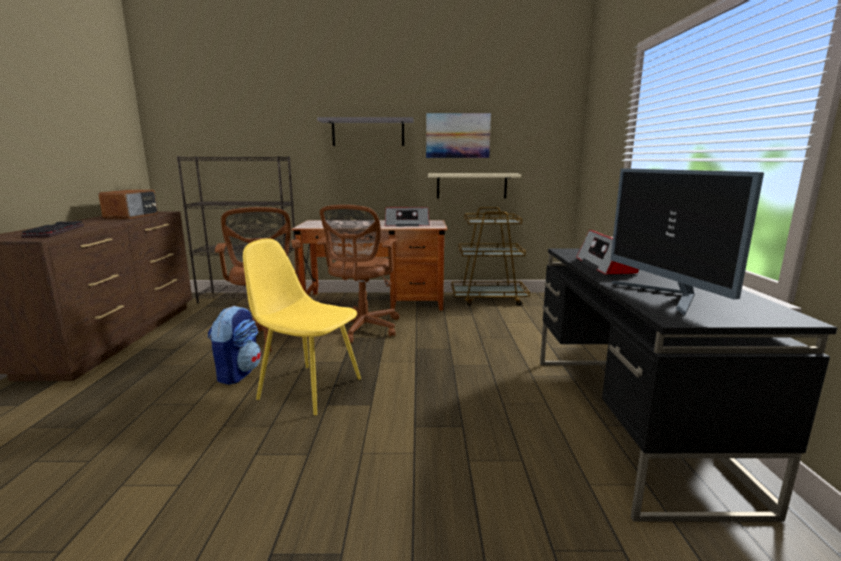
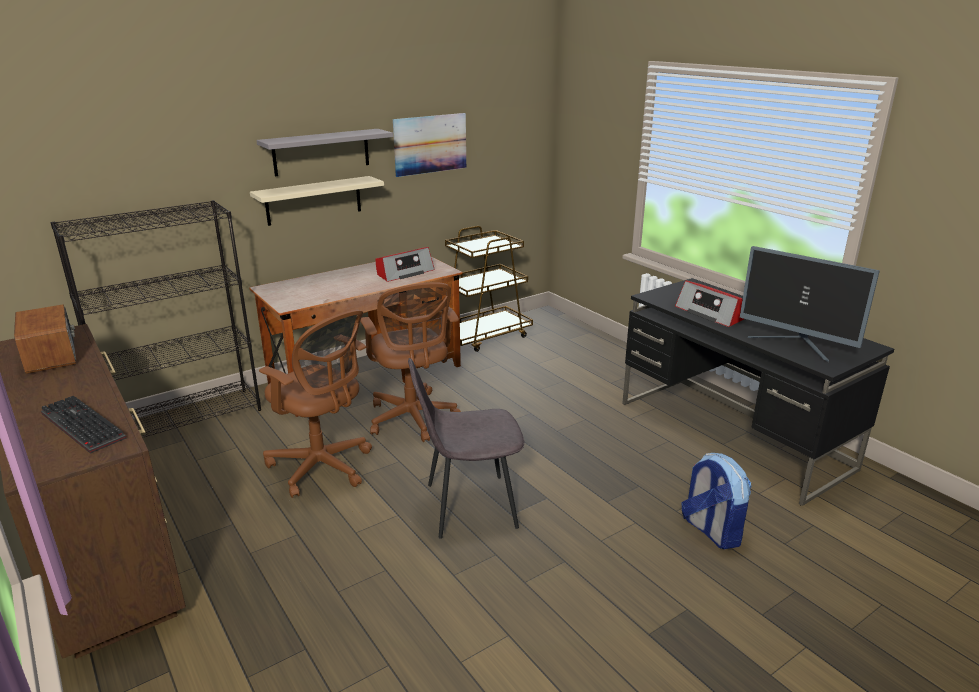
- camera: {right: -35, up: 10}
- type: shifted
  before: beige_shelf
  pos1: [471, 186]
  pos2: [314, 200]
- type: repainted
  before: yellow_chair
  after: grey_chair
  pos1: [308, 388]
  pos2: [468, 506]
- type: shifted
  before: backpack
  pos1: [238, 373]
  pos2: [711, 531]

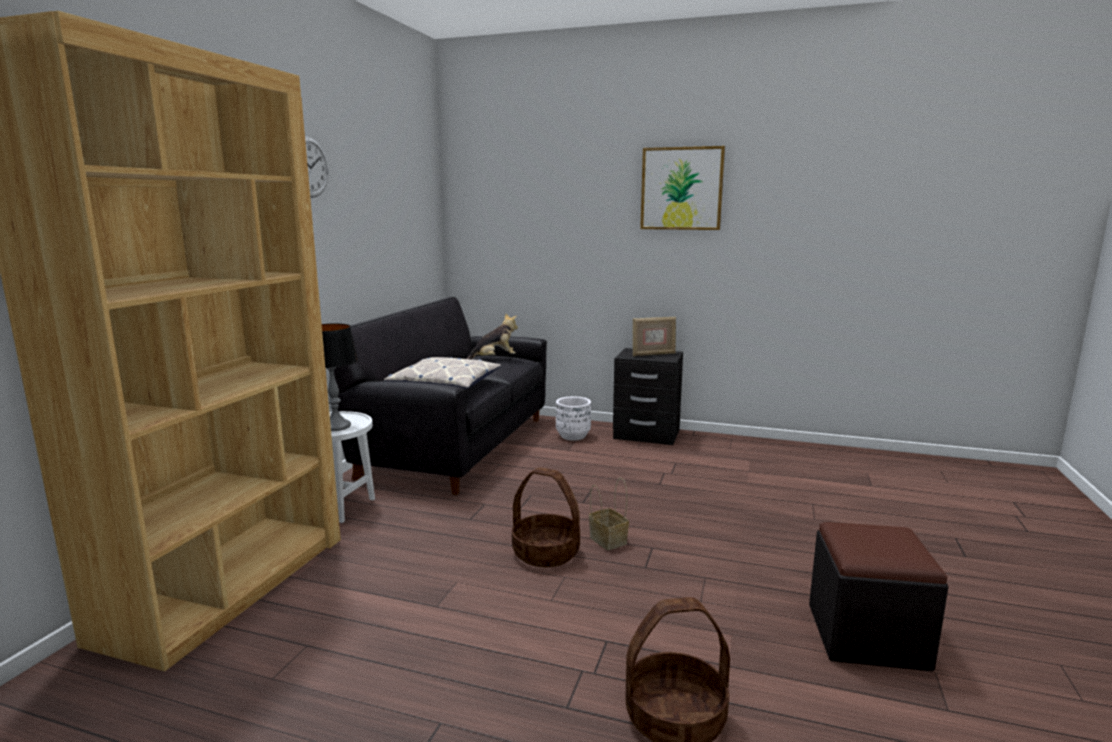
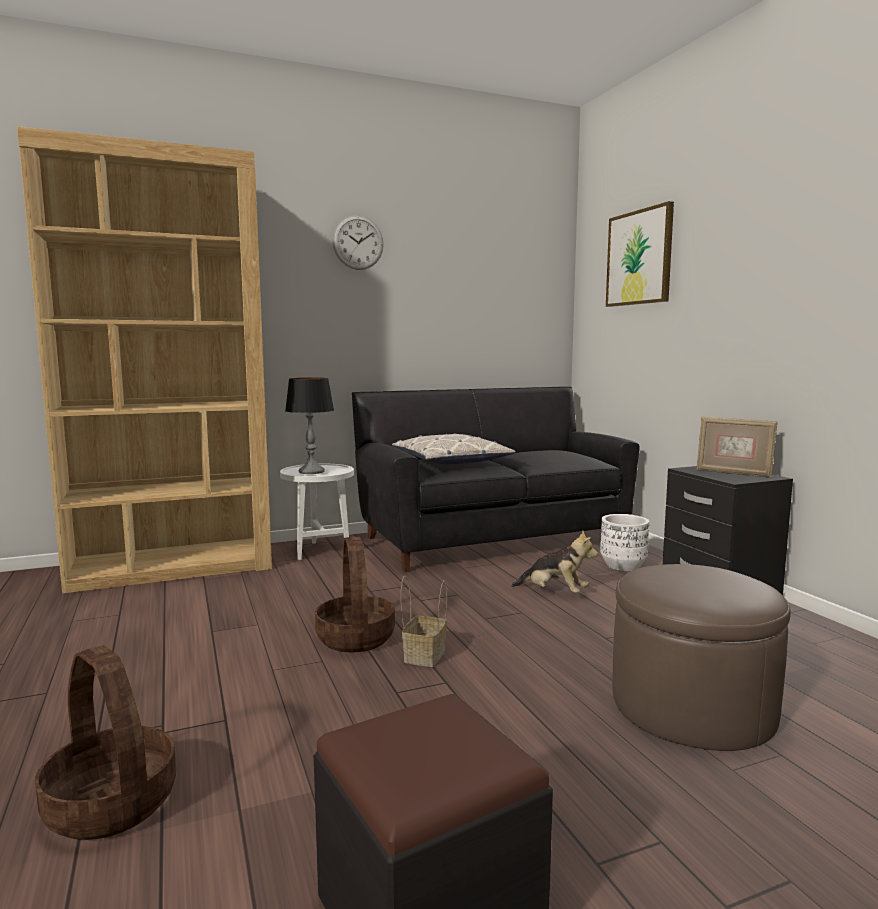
- camera: {right: 50, up: -5}
- type: shifted
  before: picture
  pos1: [681, 188]
  pos2: [639, 258]
- type: shifted
  before: plush_toy
  pos1: [494, 359]
  pos2: [554, 593]
- type: new
  after: brown_ottoman
  pos2: [692, 705]

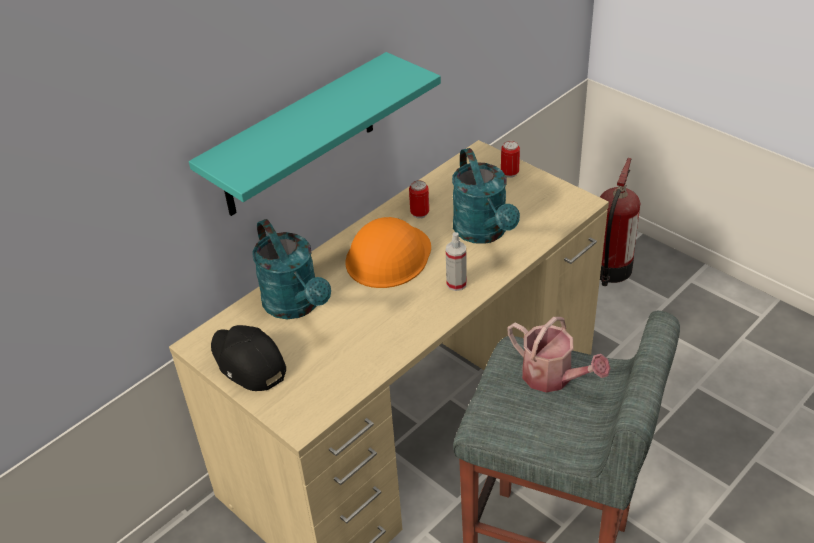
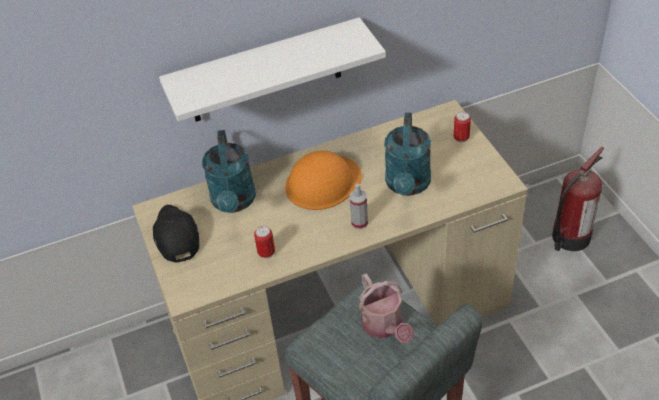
- camera: {right: 25, up: 5}
- type: repainted
  before: turquoise_shelf
  after: white_shelf
  pos1: [299, 137]
  pos2: [265, 72]
- type: shifted
  before: can
  pos1: [419, 214]
  pos2: [266, 253]

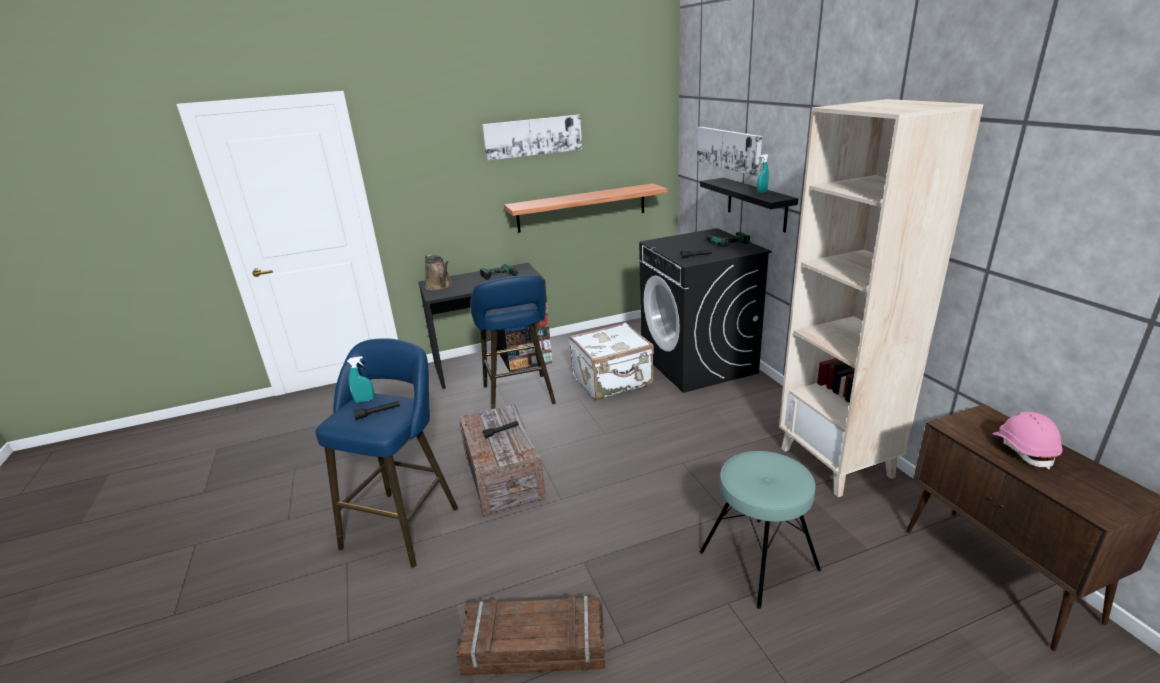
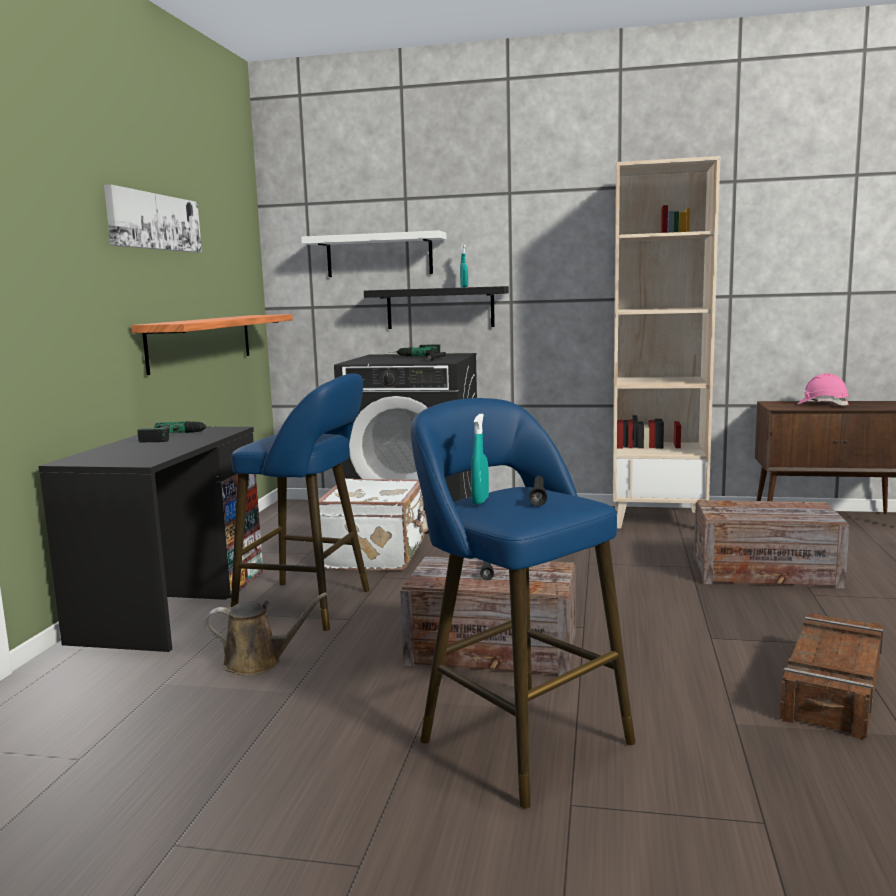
- camera: {right: -60, up: -15}
- type: swapped
  before: picture
  after: white_shelf
  pos1: [728, 149]
  pos2: [379, 255]
- type: shifted
  before: brown_watering_can
  pos1: [440, 286]
  pos2: [258, 662]
- type: swapped
  before: turquoise_stool
  after: crate
  pos1: [758, 561]
  pos2: [765, 572]

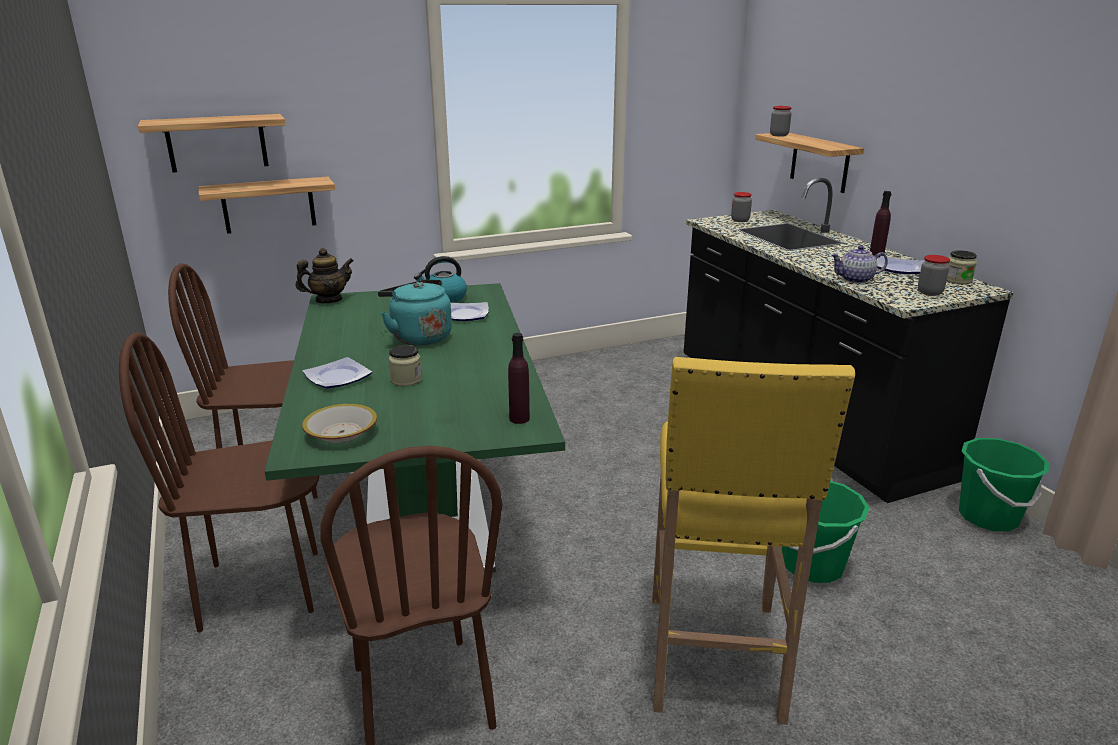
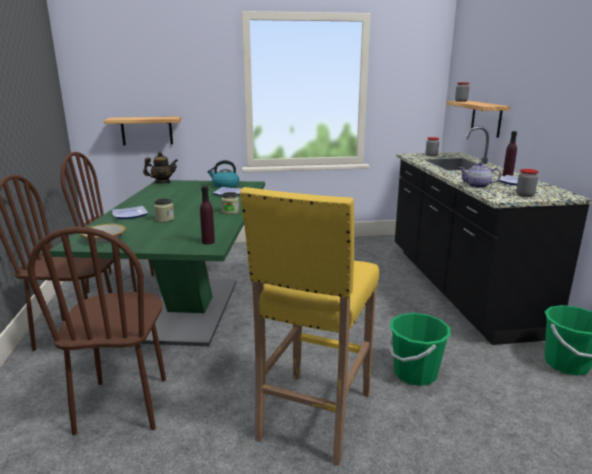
- camera: {right: 15, up: -5}
- type: gone
  before: shelf
  pos1: [217, 143]
- type: shifted
  before: jar
  pos1: [957, 280]
  pos2: [230, 212]
- type: gone
  before: turquoise_kettle
  pos1: [419, 337]

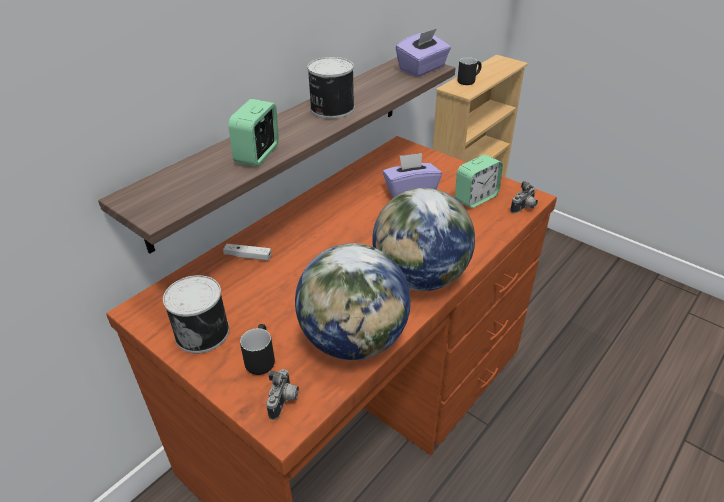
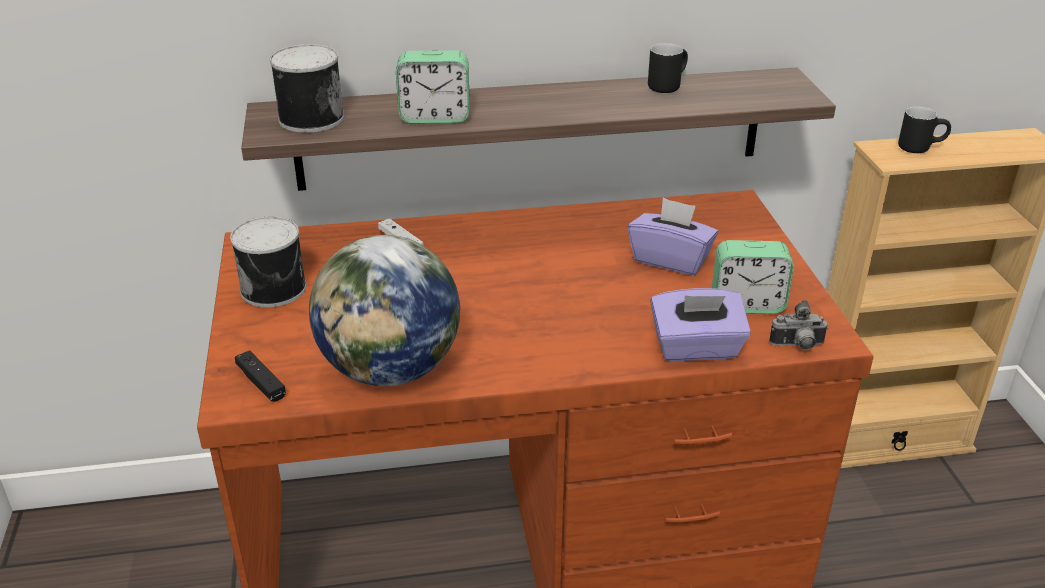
- camera: {right: 40, up: -5}
- type: shifted
  before: purple_tissue_box
  pos1: [422, 69]
  pos2: [696, 348]
- type: shifted
  before: can
  pos1: [331, 109]
  pos2: [310, 118]
- type: rotated
  before: alarm_clock
  pos1: [258, 155]
  pos2: [435, 117]
  turn: -150
- type: gone
  before: globe
  pos1: [420, 278]
- type: shifted
  before: black_mug
  pos1: [259, 359]
  pos2: [666, 85]
- type: swapped
  before: photo_camera
  after: black_game_controller
  pos1: [284, 401]
  pos2: [261, 382]

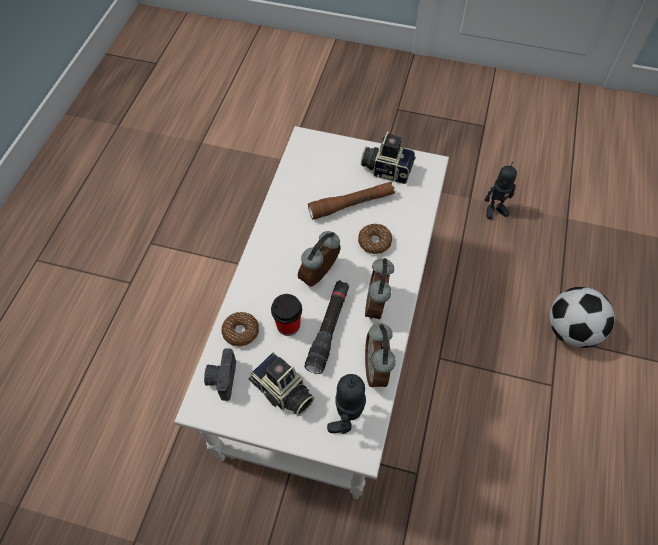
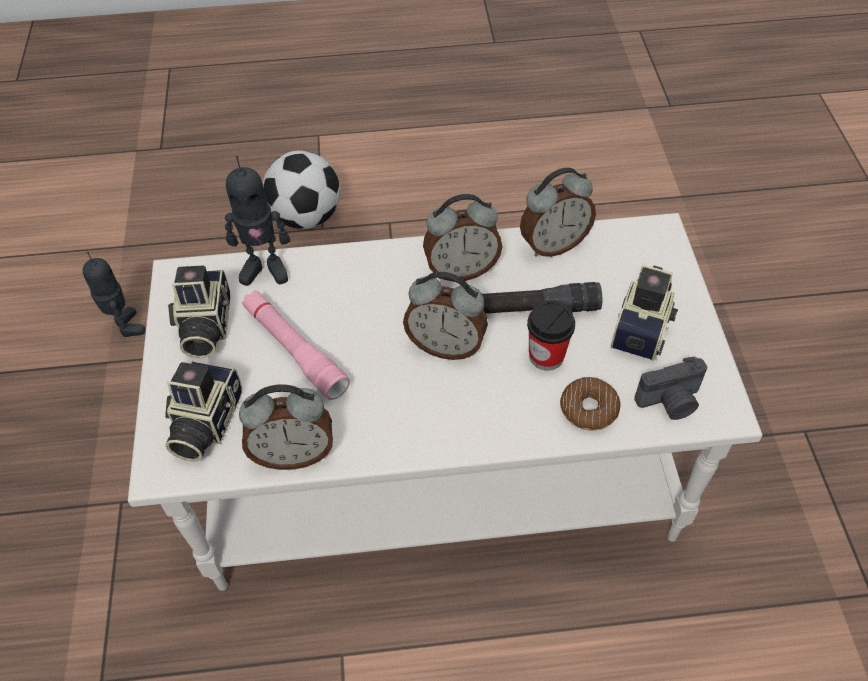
- camera: {right: -110, up: -5}
- type: repainted
  before: brown_flashlight
  after: pink_flashlight
  pos1: [351, 204]
  pos2: [295, 350]
- type: gone
  before: donut
  pos1: [374, 242]
- type: shifted
  before: toy_robot
  pos1: [346, 419]
  pos2: [265, 269]
- type: new
  after: photo_camera
  pos2: [204, 423]
- type: new
  after: alarm_clock
  pos2: [294, 453]

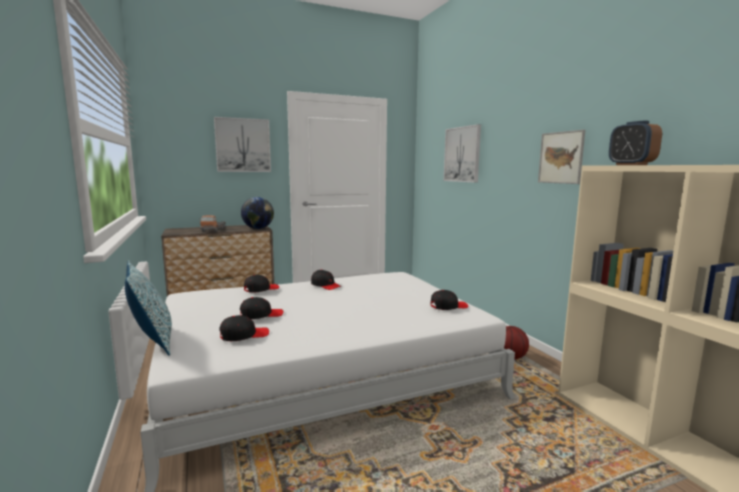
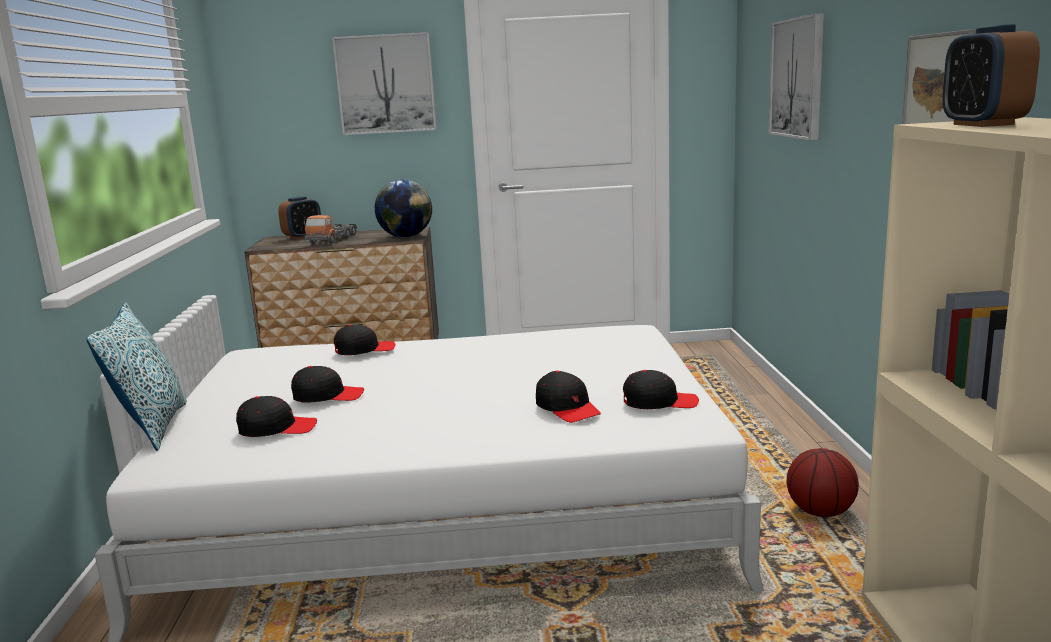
- camera: {right: 20, up: 5}
- type: shifted
  before: black_cap
  pos1: [325, 285]
  pos2: [567, 408]
- type: new
  after: alarm_clock
  pos2: [303, 236]

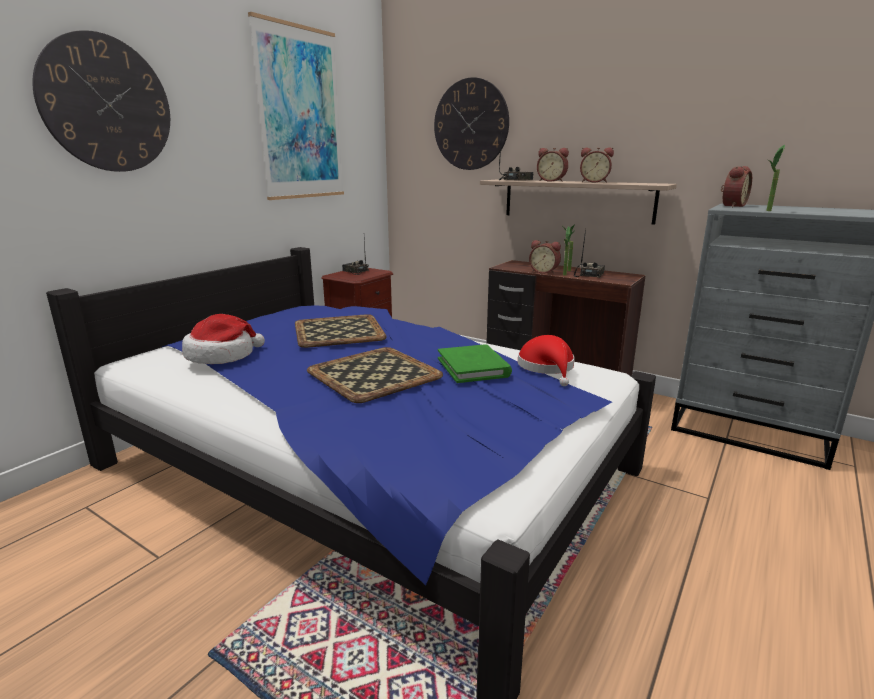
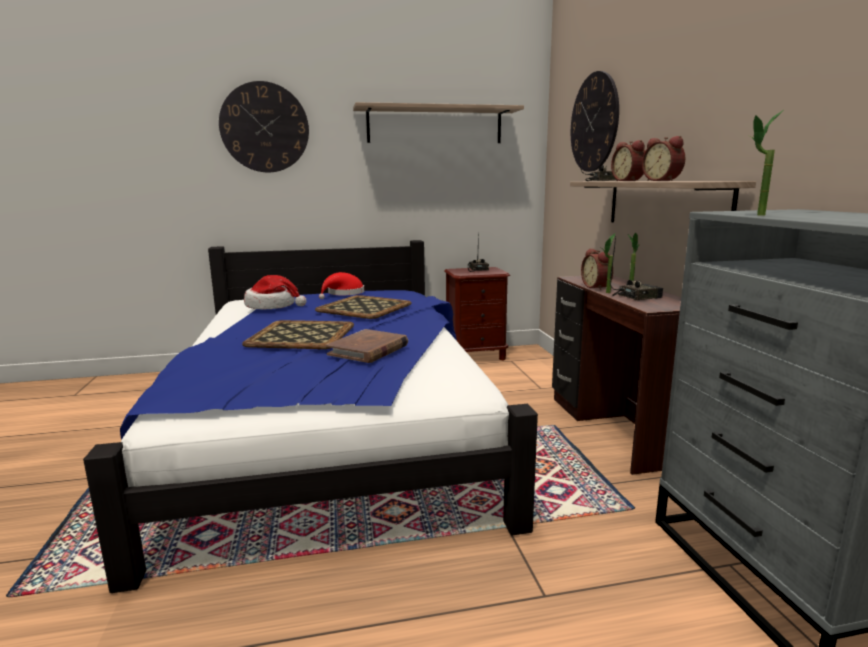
- camera: {right: 45, up: -5}
- type: swapped
  before: picture
  after: shelf
  pos1: [300, 114]
  pos2: [435, 125]
- type: gone
  before: alarm_clock
  pos1: [731, 206]
- type: shifted
  before: red_hat
  pos1: [547, 367]
  pos2: [343, 294]
- type: repainted
  before: green_book
  after: brown_book
  pos1: [473, 367]
  pos2: [368, 350]

